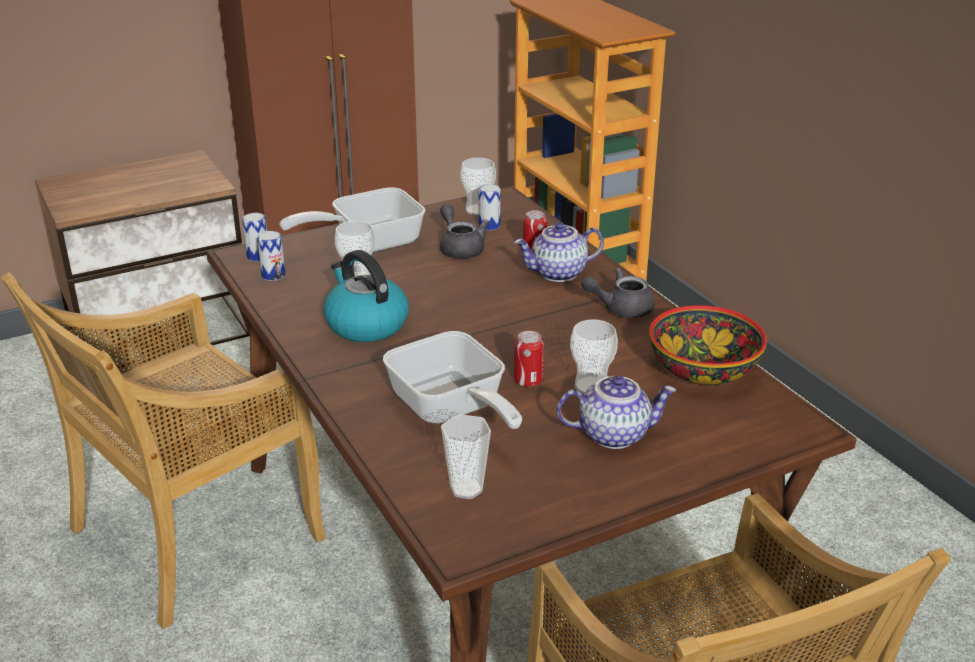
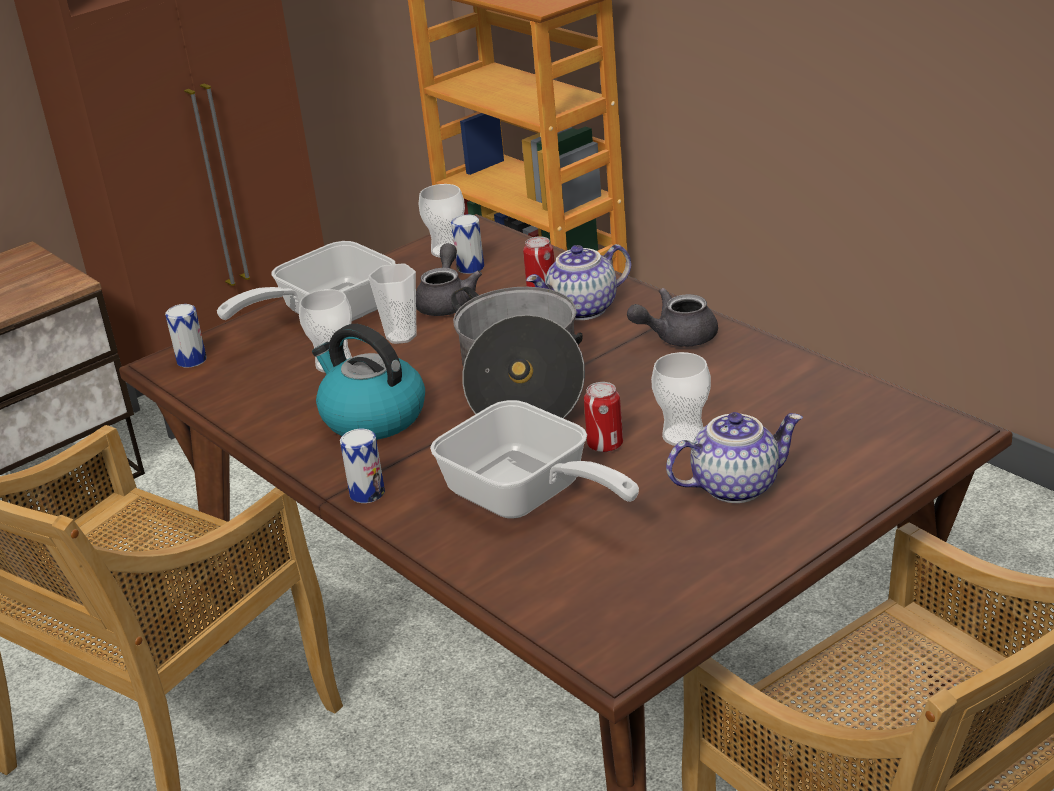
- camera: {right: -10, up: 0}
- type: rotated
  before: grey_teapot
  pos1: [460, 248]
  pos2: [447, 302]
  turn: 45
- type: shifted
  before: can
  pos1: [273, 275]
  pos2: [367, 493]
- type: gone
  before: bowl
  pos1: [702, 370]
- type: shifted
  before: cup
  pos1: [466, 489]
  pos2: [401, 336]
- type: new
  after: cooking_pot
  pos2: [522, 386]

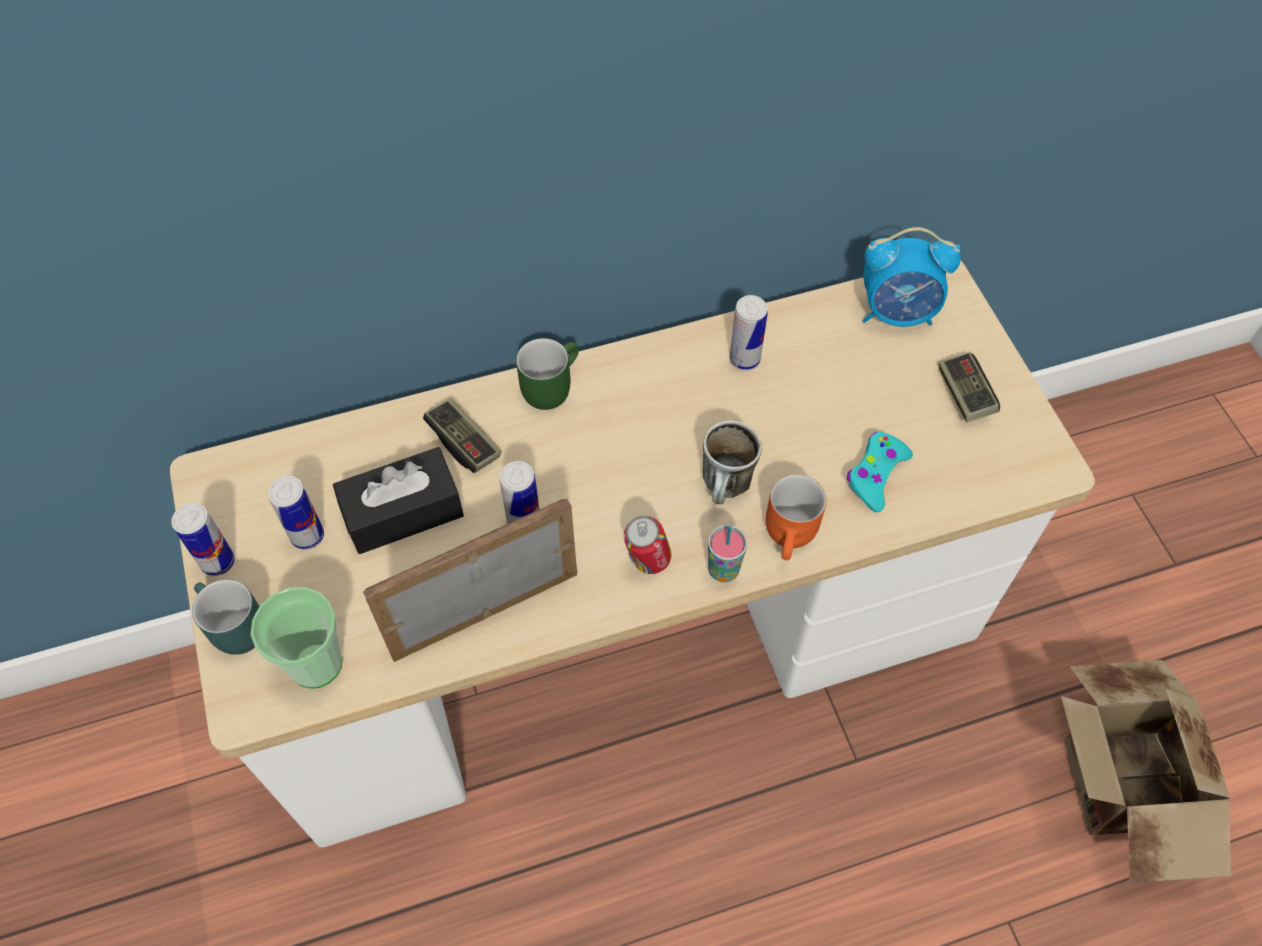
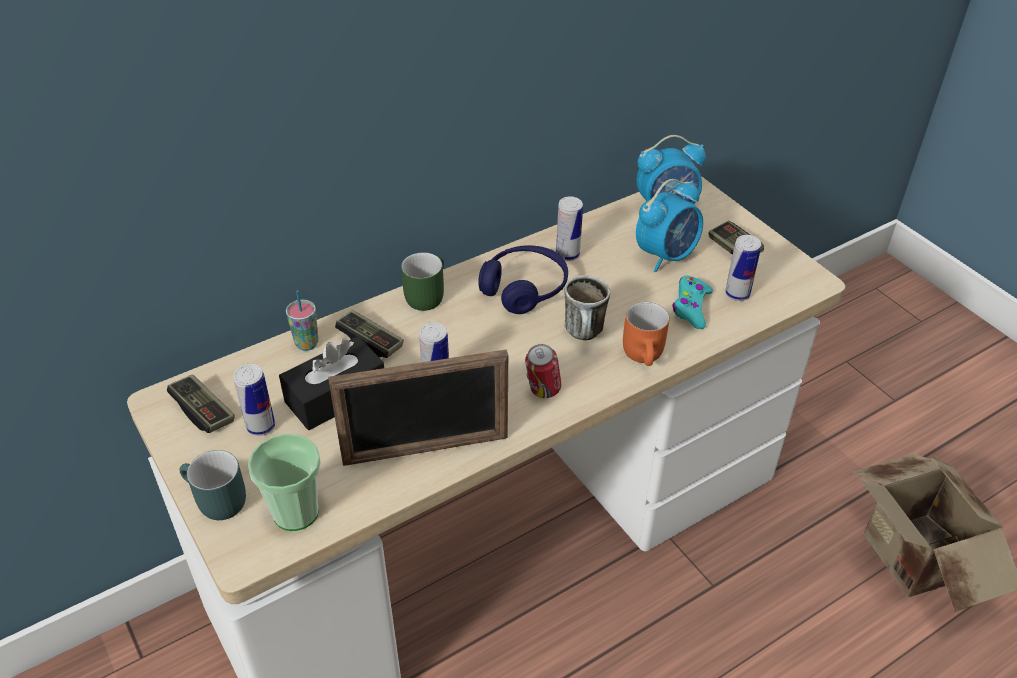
- camera: {right: -15, up: -15}
- type: rotated
  before: picture_frame
  pos1: [485, 612]
  pos2: [426, 450]
  turn: -150
- type: shifted
  before: can
  pos1: [217, 562]
  pos2: [737, 294]
- type: shifted
  before: cup
  pos1: [723, 571]
  pos2: [307, 344]
- type: new
  after: alarm_clock
  pos2: [666, 255]
- type: new
  after: blue_headphones
  pos2: [524, 288]
- type: new
  after: game_controller
  pos2: [203, 412]

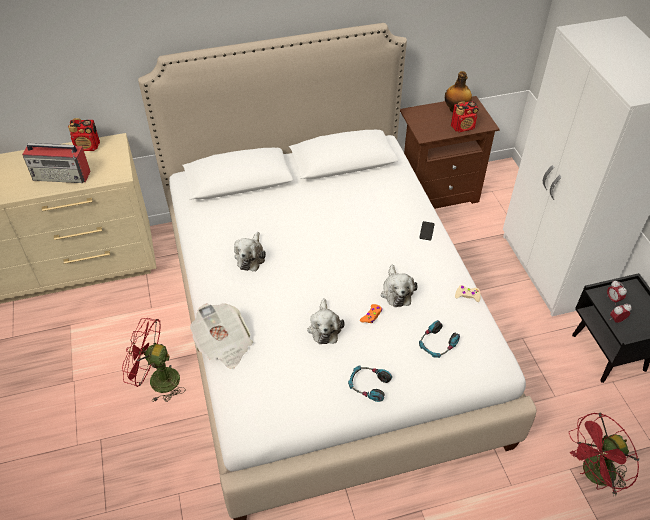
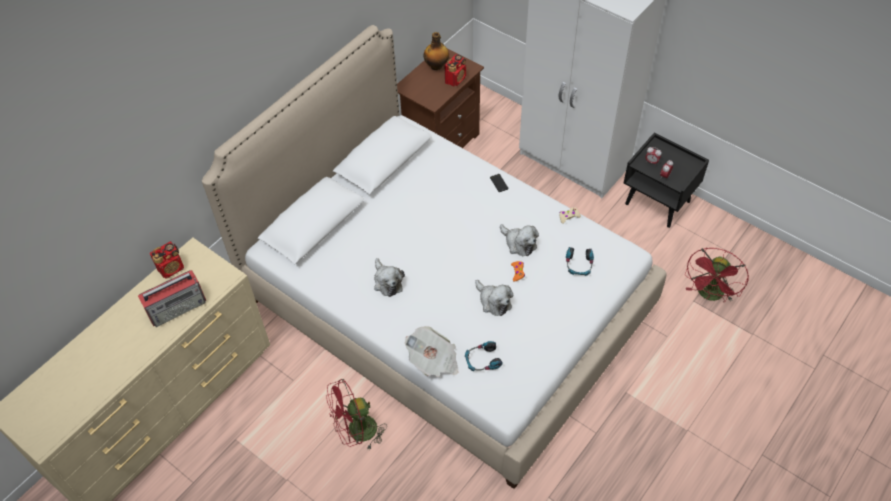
- camera: {right: -35, up: 5}
- type: shifted
  before: headphones
  pos1: [369, 385]
  pos2: [482, 360]

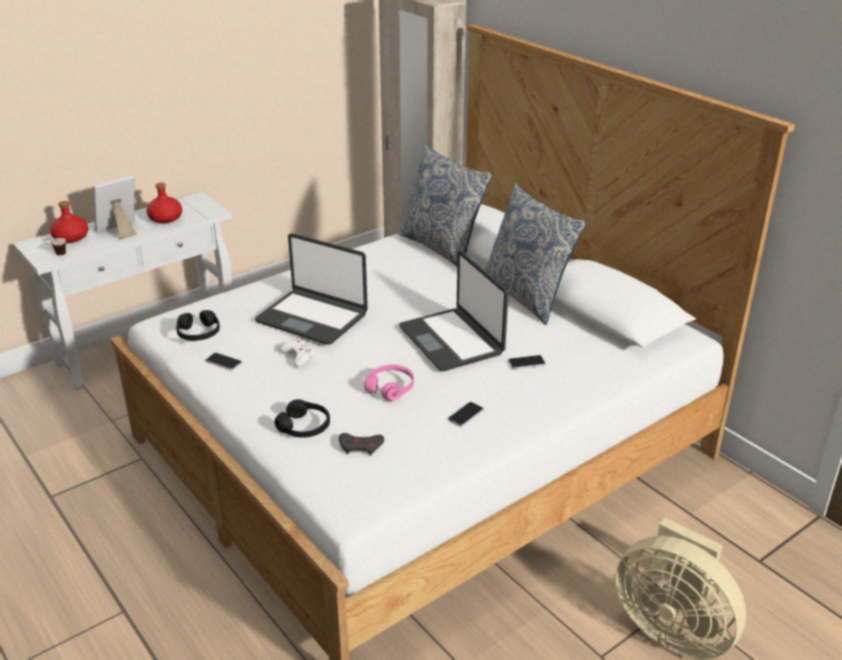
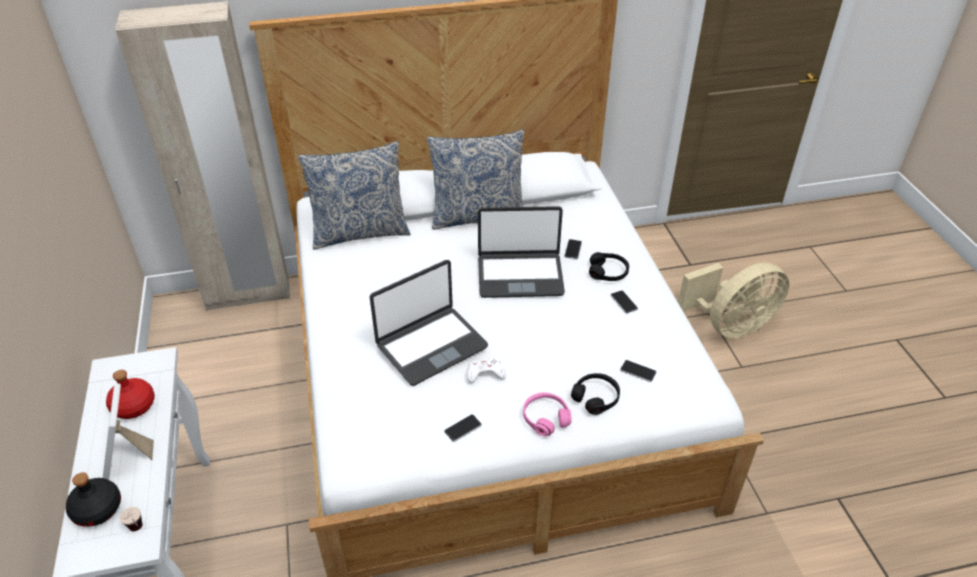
- camera: {right: -65, up: 10}
- type: repainted
  before: red_bottle
  after: black_bottle
  pos1: [71, 237]
  pos2: [98, 508]
- type: shifted
  before: black_headphones
  pos1: [199, 333]
  pos2: [608, 272]
- type: shifted
  before: pink_headphones
  pos1: [390, 387]
  pos2: [545, 418]
- type: swapped
  before: grey_game_controller
  after: phone
  pos1: [360, 447]
  pos2: [638, 371]

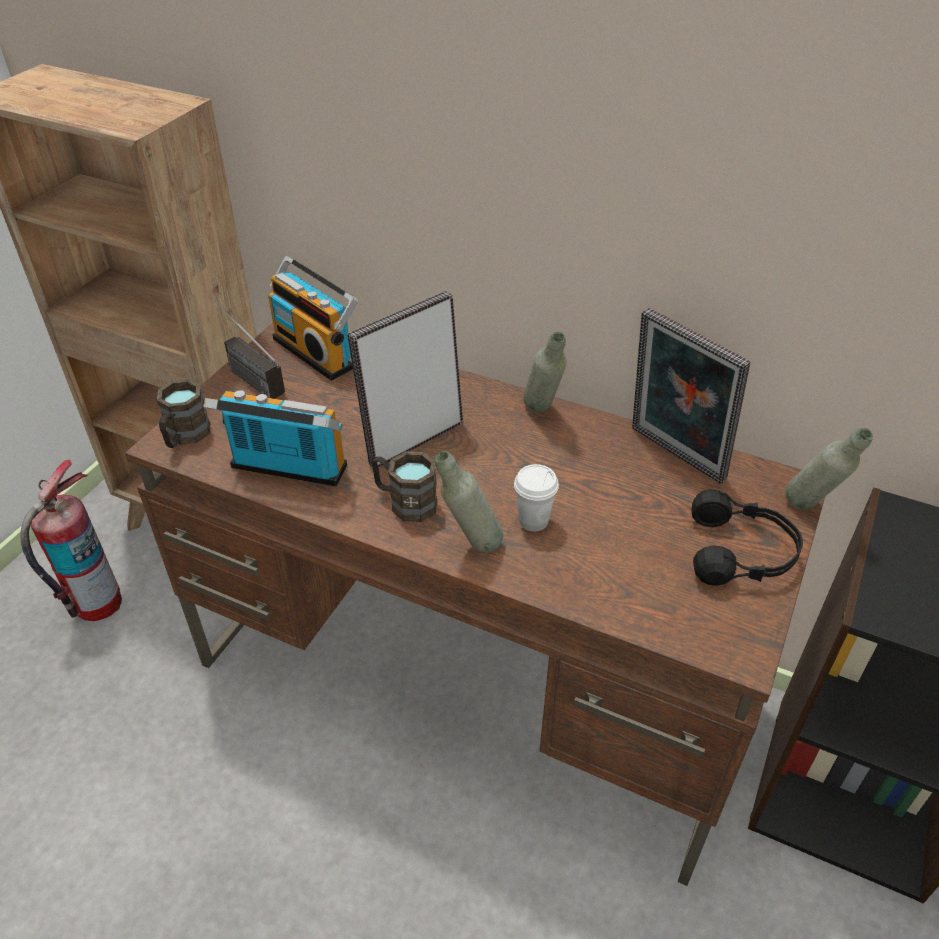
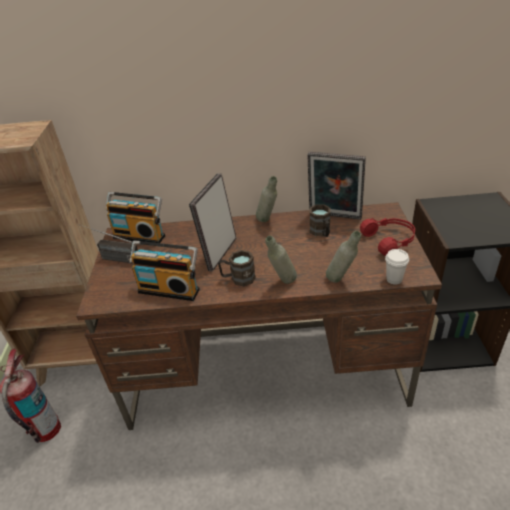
- camera: {right: -25, up: -5}
- type: shifted
  before: brown_mug
  pos1: [185, 436]
  pos2: [321, 232]
- type: rotated
  before: radio
  pos1: [286, 471]
  pos2: [170, 289]
  turn: -150
- type: shifted
  before: grey_bottle
  pos1: [810, 511]
  pos2: [341, 281]
- type: shifted
  before: white_cup
  pos1: [533, 521]
  pos2: [394, 279]
- type: repainted
  before: black_headphones
  after: red_headphones
  pos1: [741, 553]
  pos2: [390, 240]

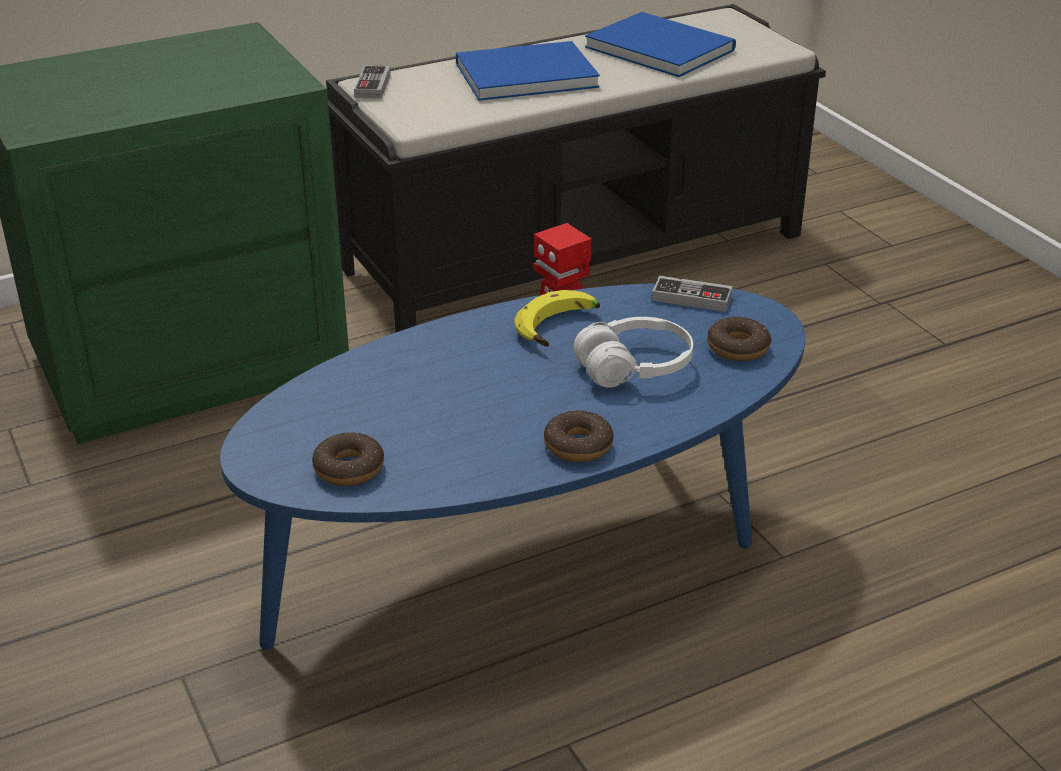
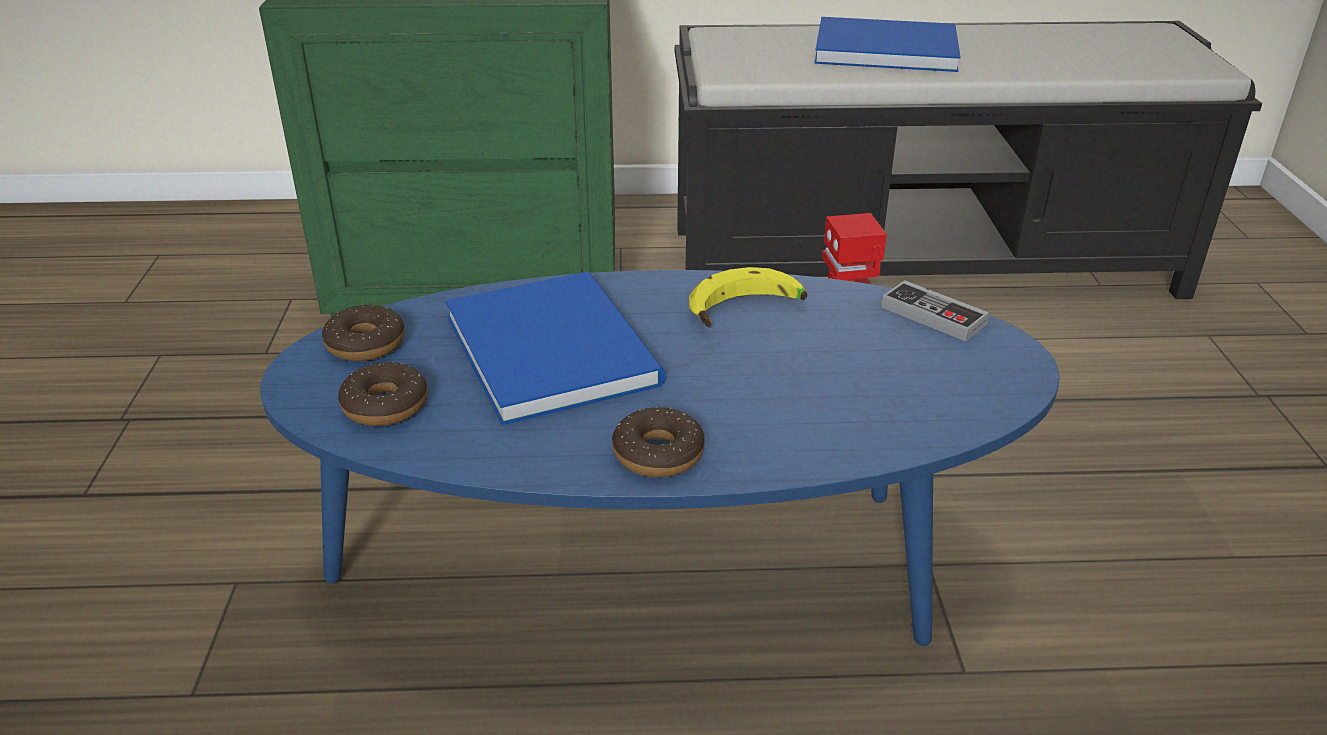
- camera: {right: 25, up: 0}
- type: shifted
  before: blue_book
  pos1: [658, 47]
  pos2: [554, 345]
- type: gone
  before: game_controller
  pos1: [372, 86]
- type: gone
  before: white_headphones
  pos1: [634, 368]
- type: shifted
  before: donut
  pos1: [738, 348]
  pos2: [365, 344]

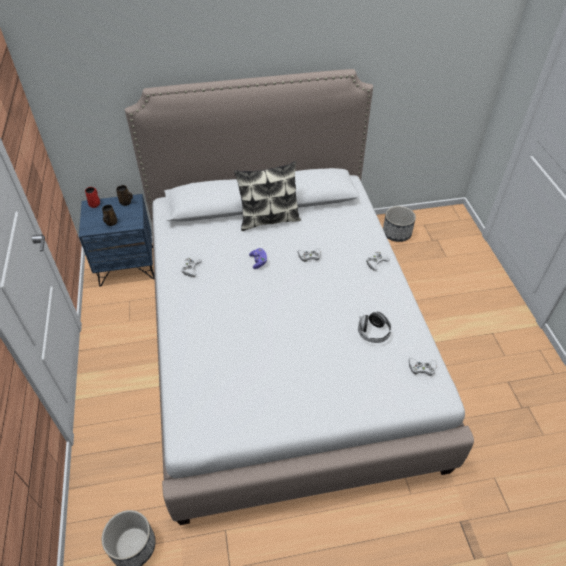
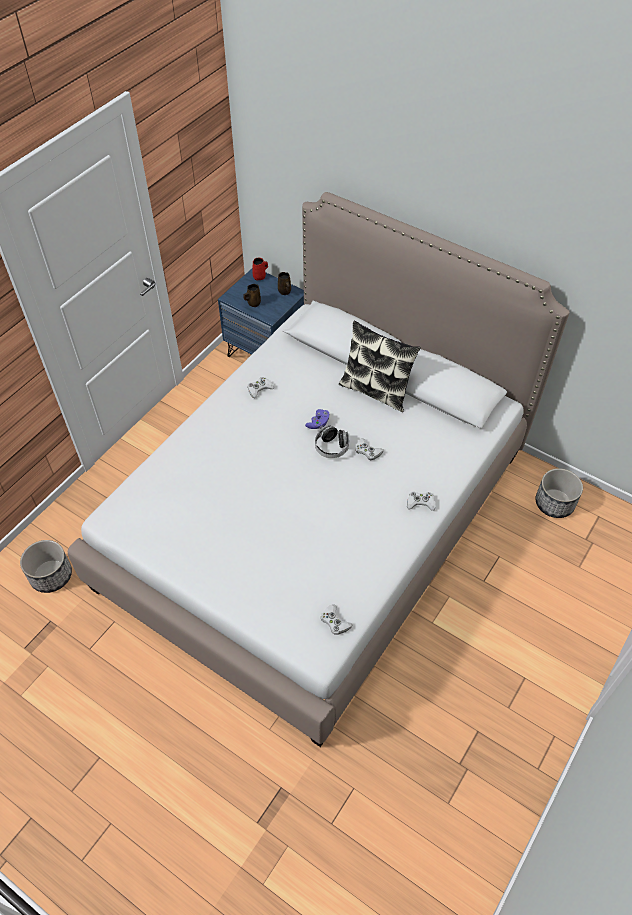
- camera: {right: 45, up: 5}
- type: shifted
  before: headphones
  pos1: [373, 332]
  pos2: [332, 448]

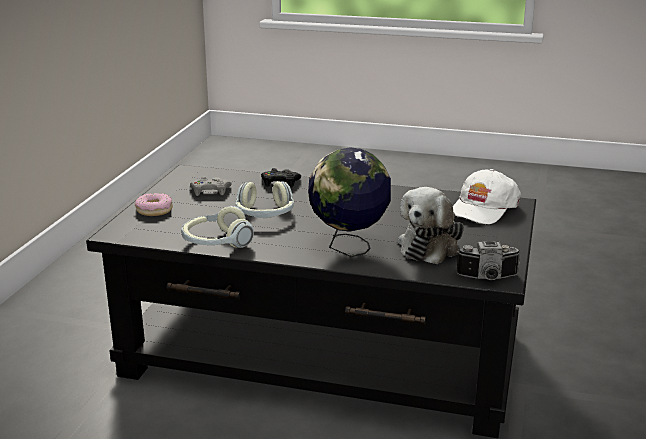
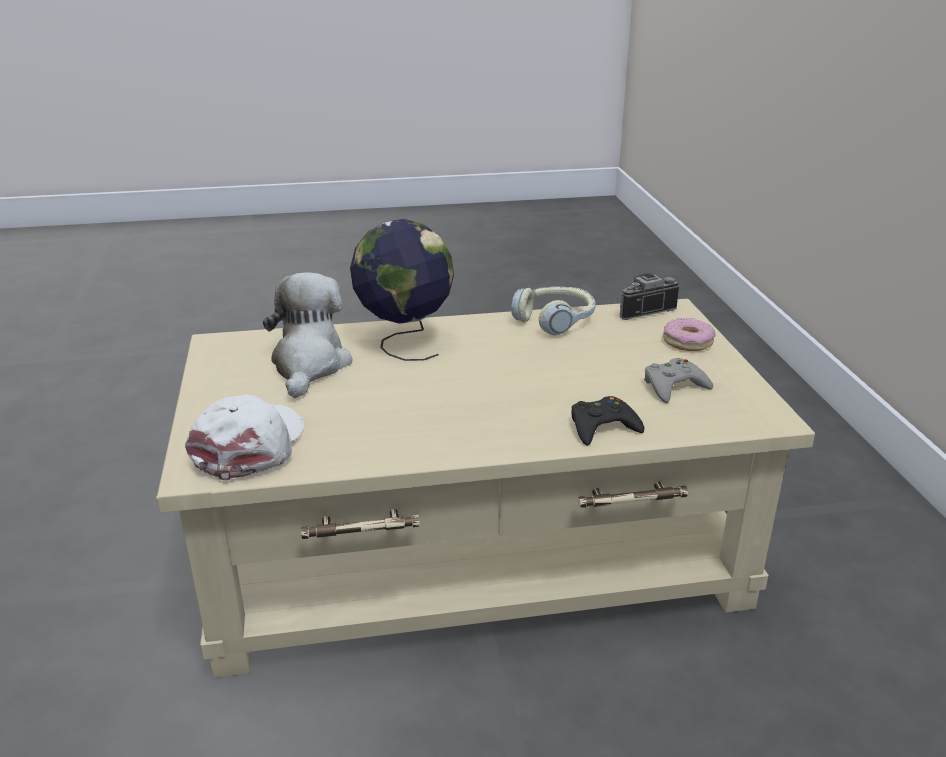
- camera: {right: 155, up: 5}
- type: repainted
  before: black_coffee_table
  after: beige_coffee_table
  pos1: [324, 354]
  pos2: [471, 553]
- type: gone
  before: headphones
  pos1: [265, 214]
- type: shifted
  before: photo_camera
  pos1: [488, 278]
  pos2: [642, 309]

